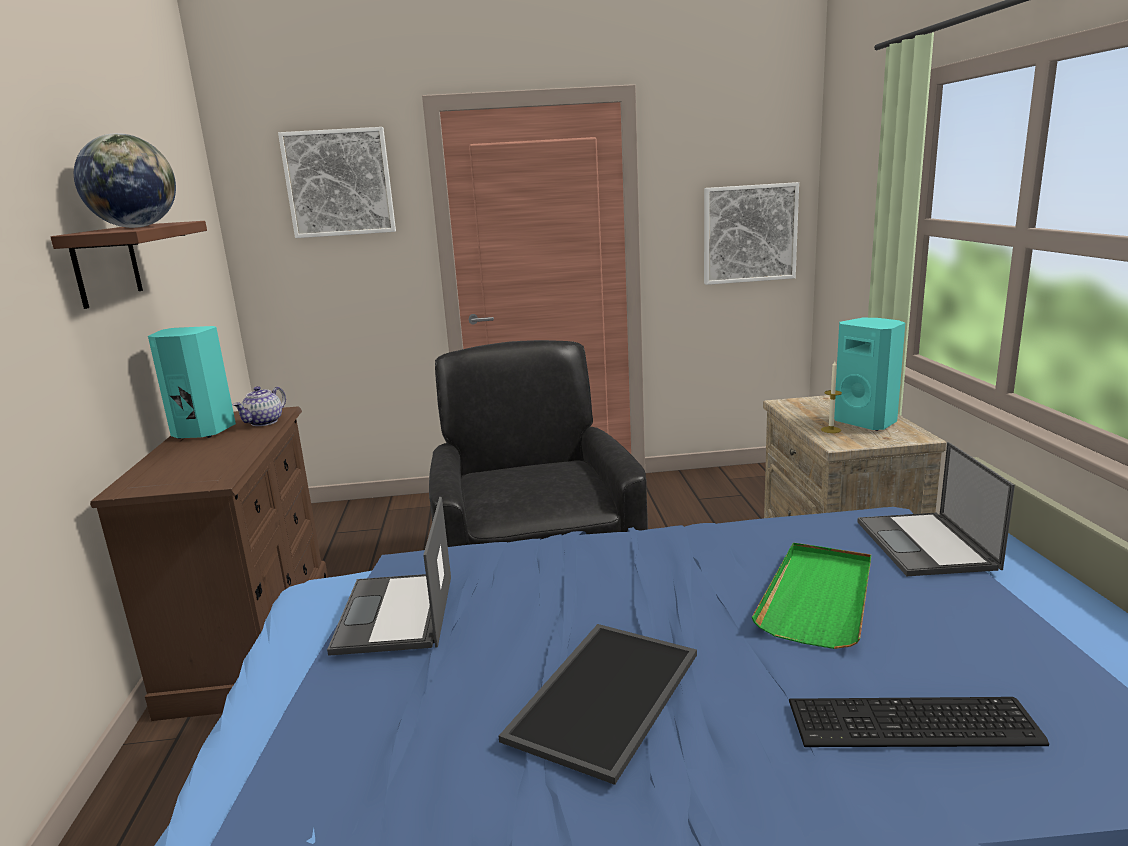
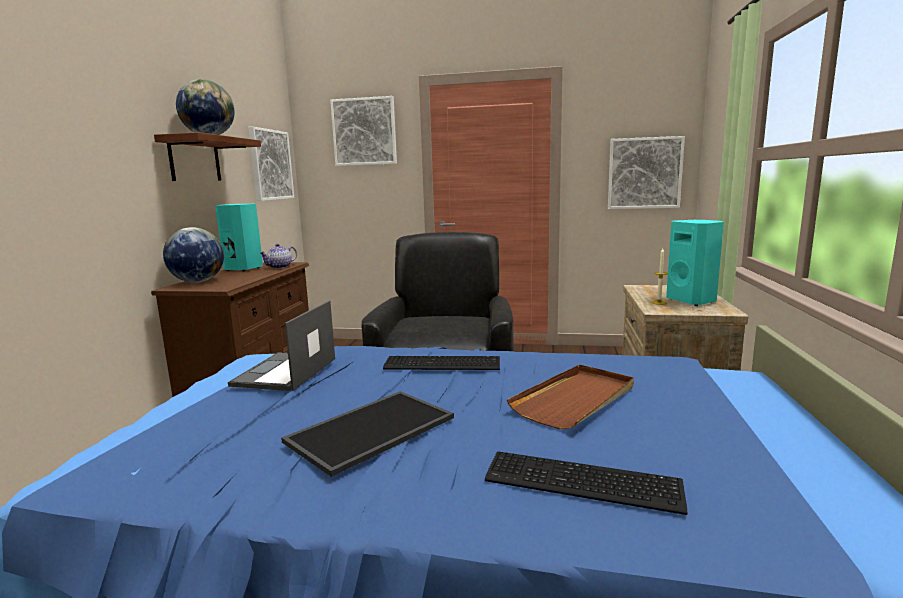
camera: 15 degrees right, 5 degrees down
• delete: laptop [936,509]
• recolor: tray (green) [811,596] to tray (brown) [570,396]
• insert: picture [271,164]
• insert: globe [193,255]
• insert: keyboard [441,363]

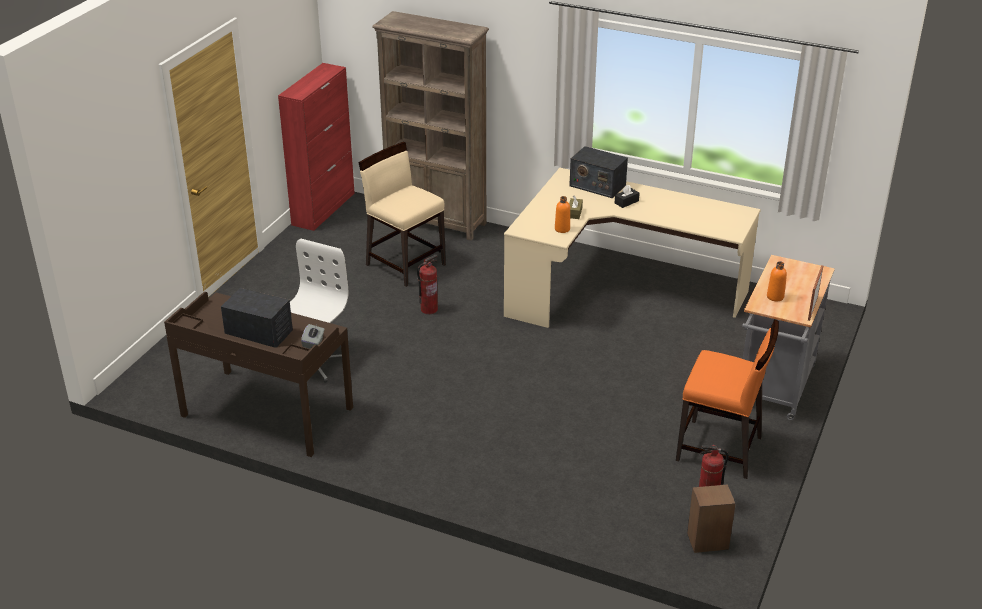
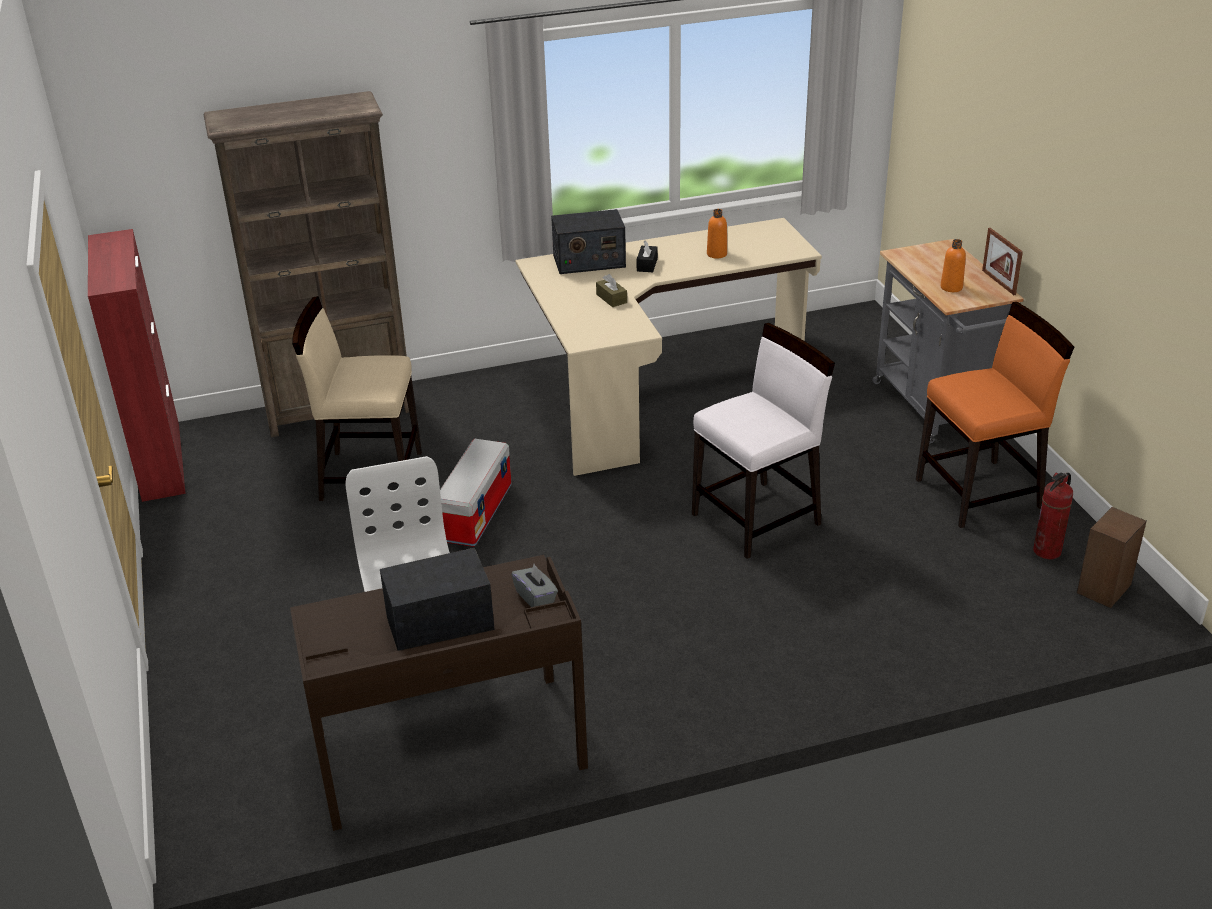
camera: 40 degrees left, 0 degrees up
• move: bottle (orange) [562,214] to [717,234]
• replace: fire extinguisher [427,284] to storage box [476,493]
• insert: chair (white) [763,441]

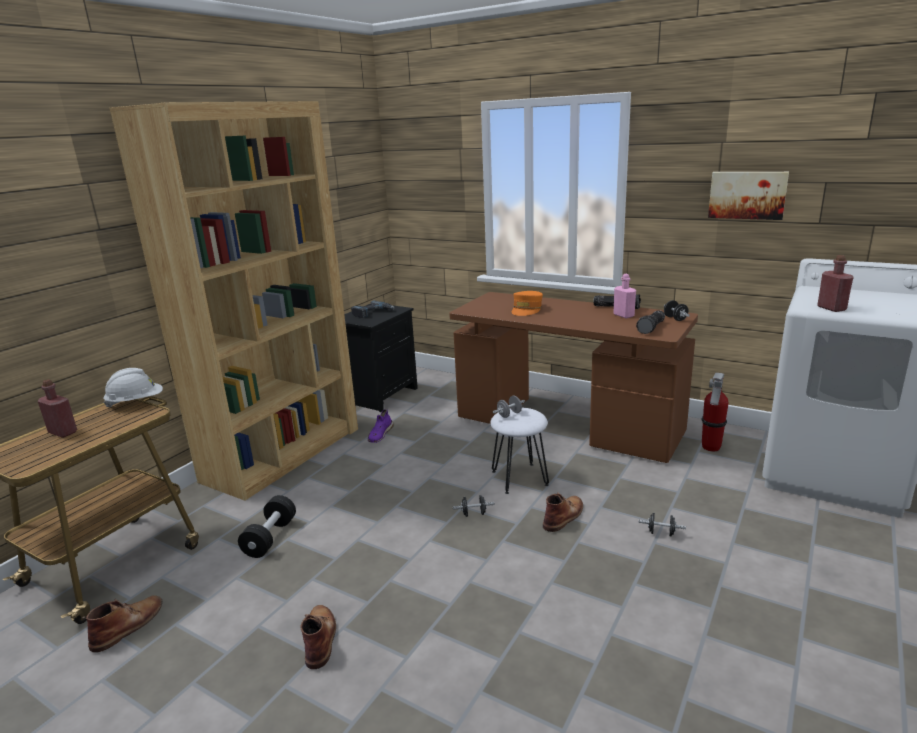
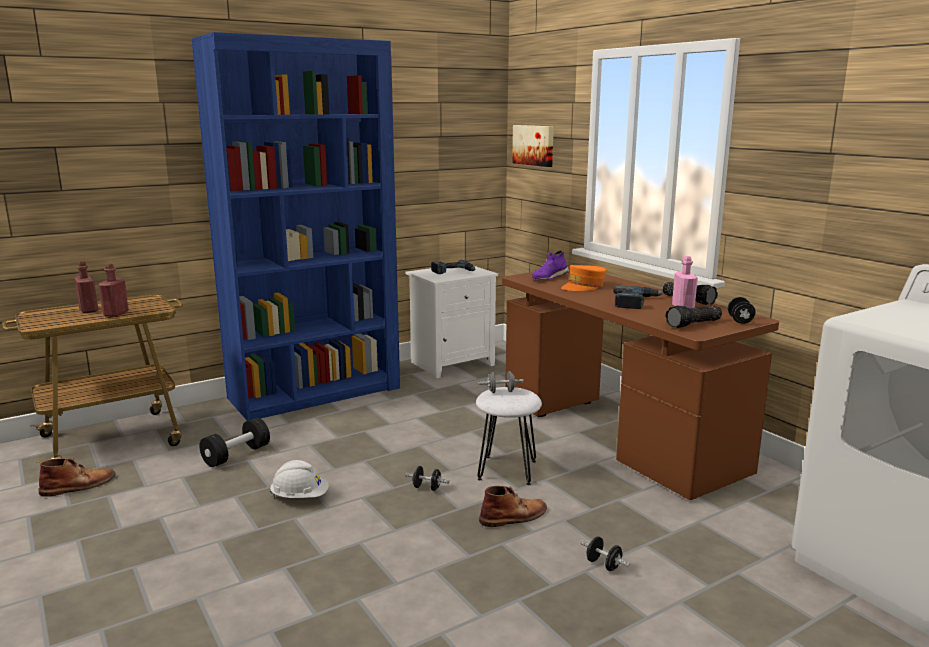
camera: 25 degrees right, 5 degrees down
• recolor: bookcase (brown) [233,301] to bookcase (blue) [295,226]
• move: picture [748,196] to [533,146]
• move: bottle (red) [835,283] to [113,290]
• recolor: nightstand (black) [381,358] to nightstand (white) [451,322]
• move: hard hat (white) [133,388] to [299,479]
• delete: fire extinguisher [715,412]
• move: shoe (purple) [381,426] to [550,265]
• delete: boot (brown) [318,637]
• insert: power drill [638,297]

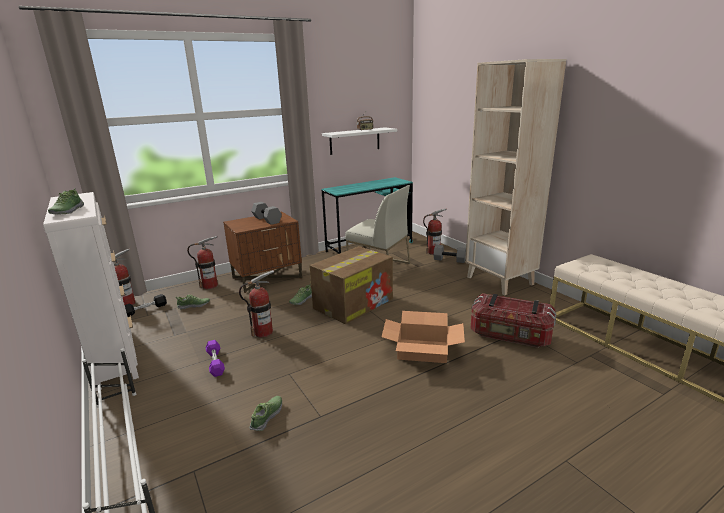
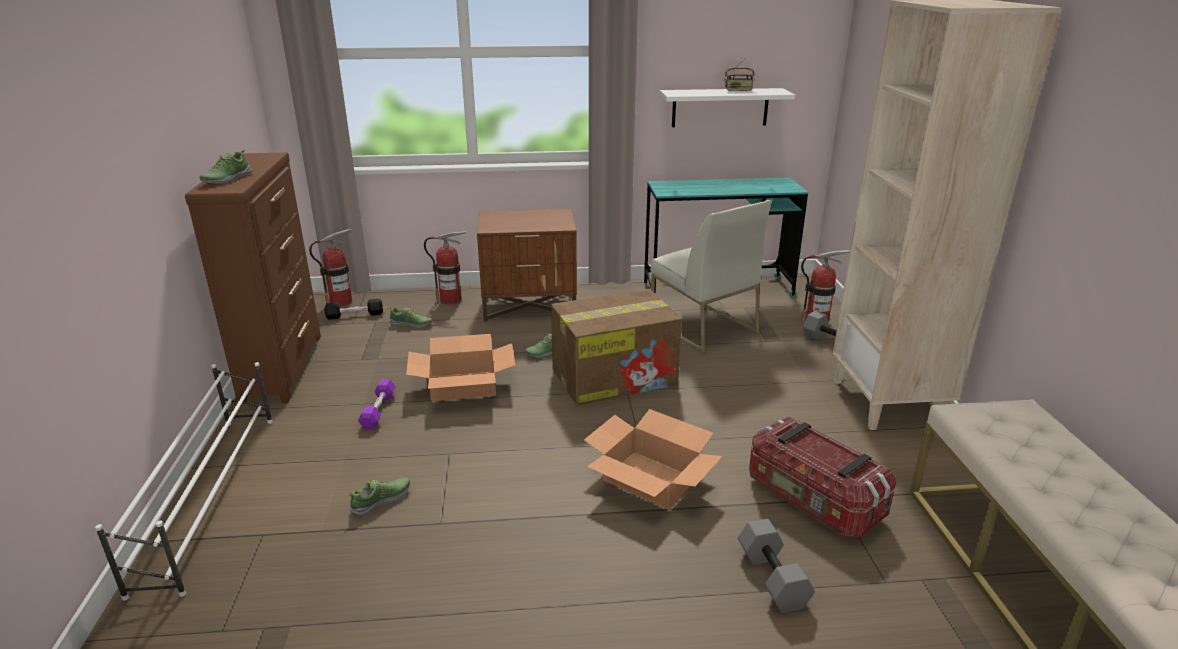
camera: 25 degrees right, 5 degrees up
• recolor: dresser (white) [91,291] to dresser (brown) [253,279]
• move: dumbbell (grey) [266,213] to [776,566]
• replace: fire extinguisher [256,303] to cardboard box [460,367]

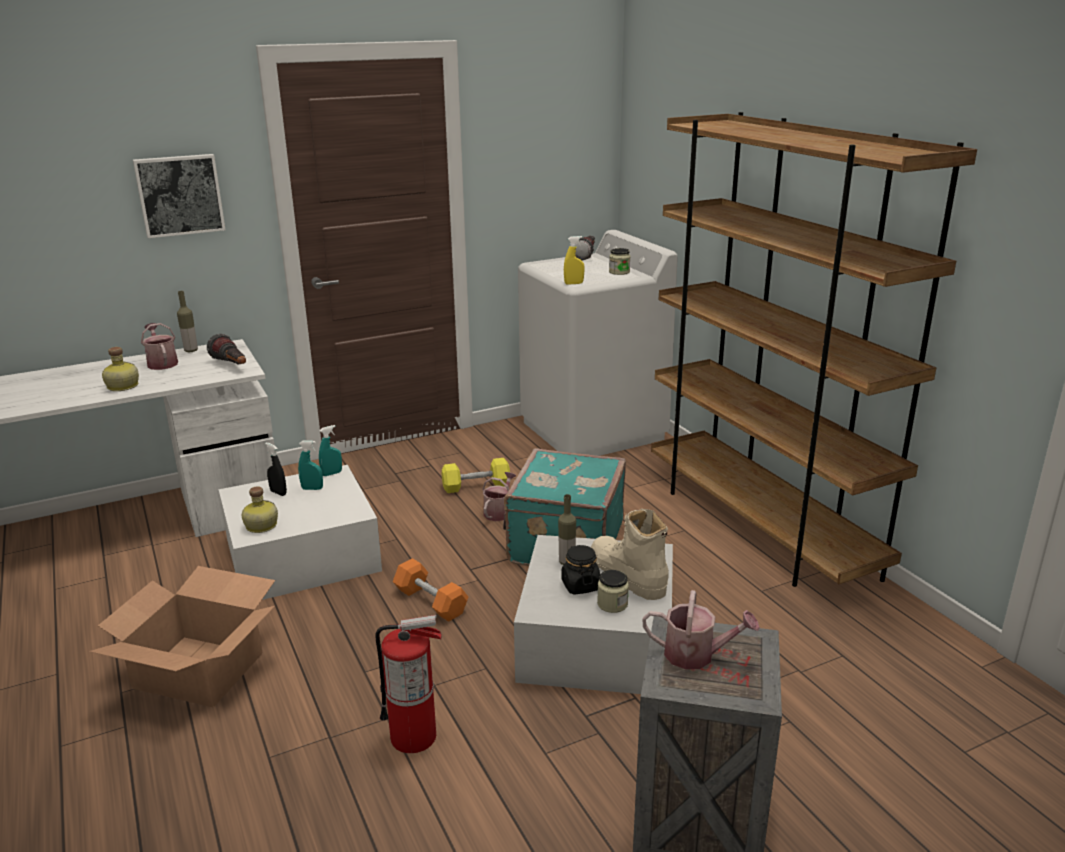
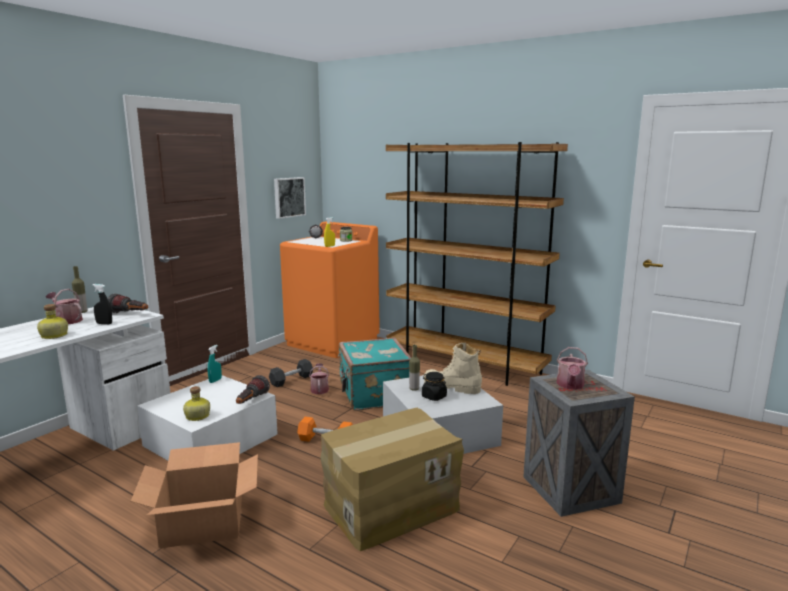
camera: 30 degrees left, 10 degrees down
• move: picture [179,196] to [290,198]
• recolor: washing machine (white) [598,343] to washing machine (orange) [330,289]
• delete: spray bottle (turquoise) [310,465]
• move: spray bottle (black) [276,469] to [102,304]
• recolor: dumbbell (yellow) [476,475] to dumbbell (black) [291,373]
• delete: jar [613,591]
• rotate: watering can [701,630] = [572,368] 120 degrees clockwise
• replace: fire extinguisher [408,684] to cardboard box [392,479]
• insert: flashlight [253,389]

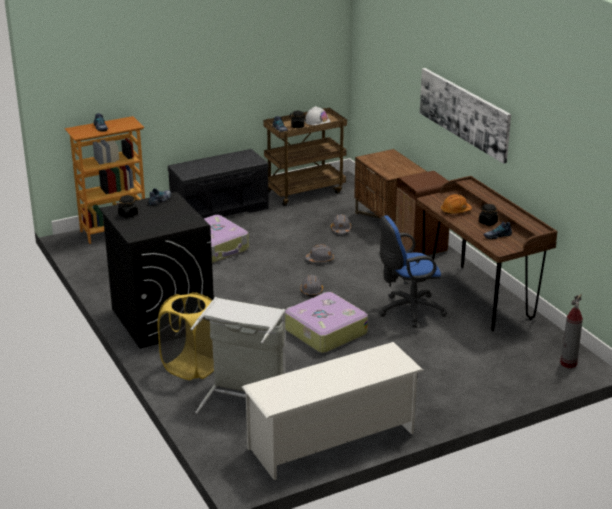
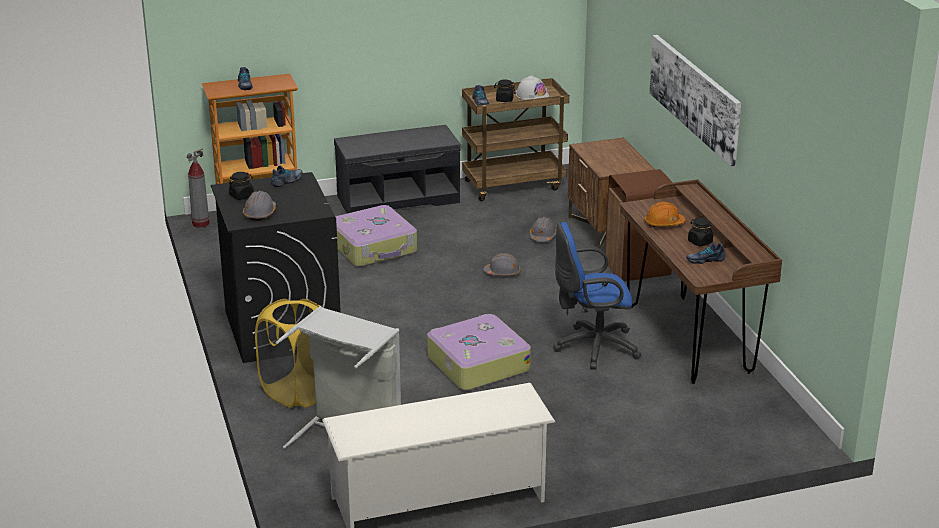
camera: 10 degrees right, 0 degrees up
• move: hard hat (grey) [311,286] to [259,206]
• move: fire extinguisher [571,331] to [198,188]

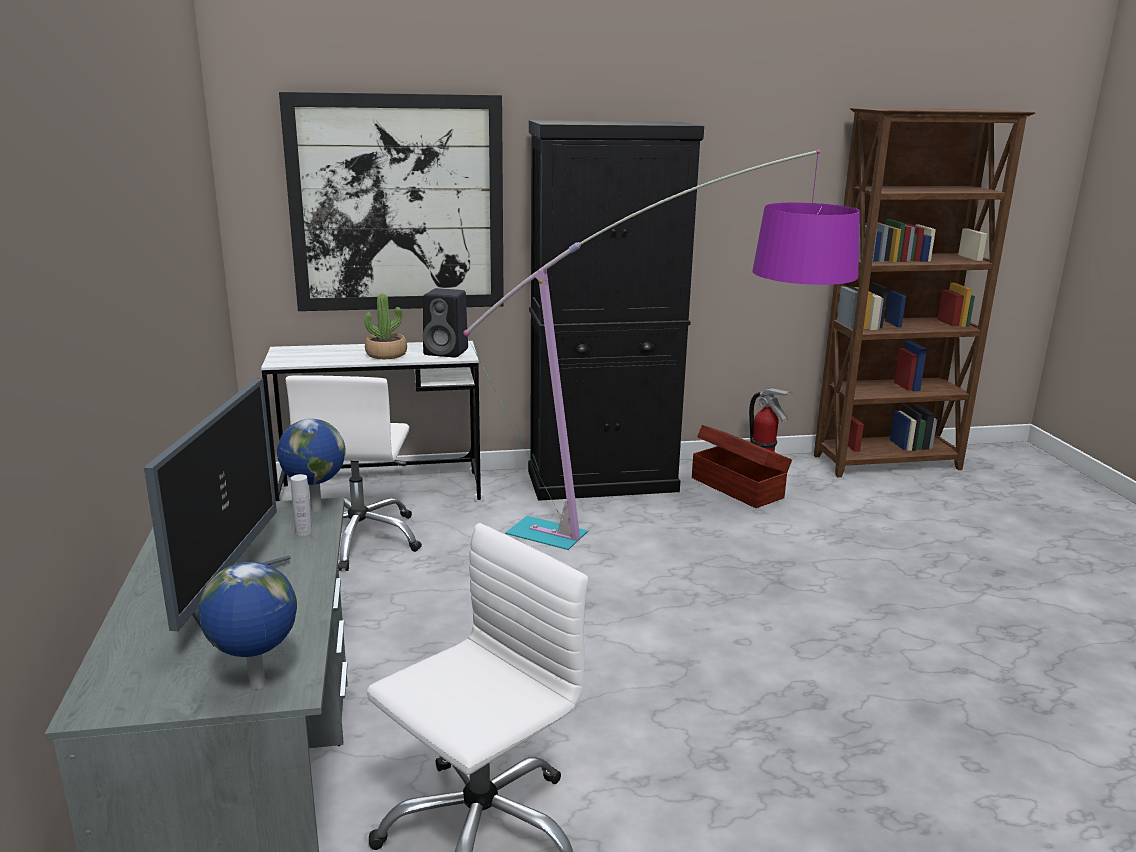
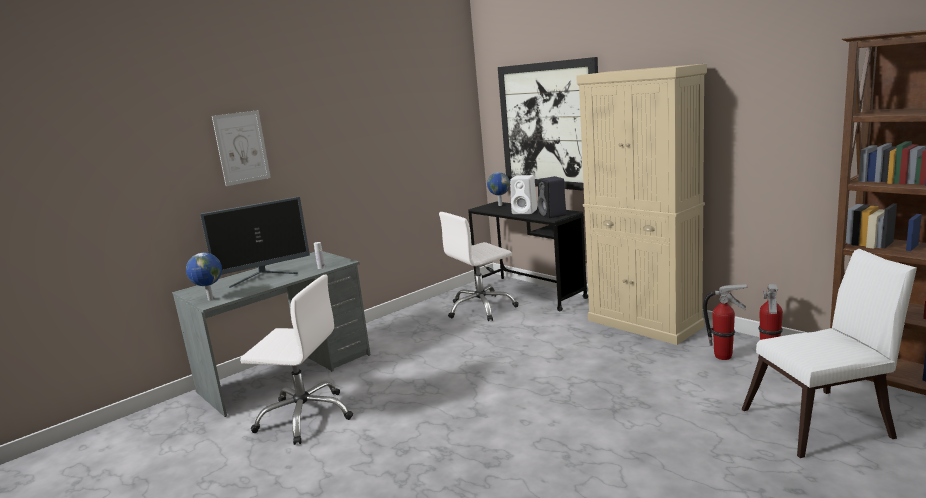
camera: 60 degrees right, 5 degrees down
• recolor: cabinet (black) [616,310] to cabinet (beige) [641,204]
• delete: floor lamp [661,350]
• replace: potted plant [385,326] to speaker (white) [523,194]
• recolor: desk (white) [372,421] to desk (black) [528,256]
• move: globe [311,465] to [498,189]
• replace: storage box (brown) [742,466] to fire extinguisher [725,322]
• insert: picture [241,148]
• insert: chair (white) [829,353]

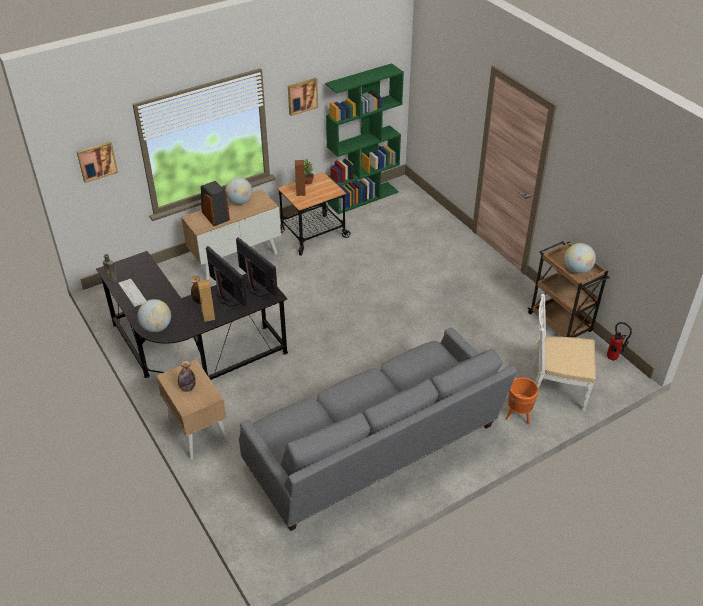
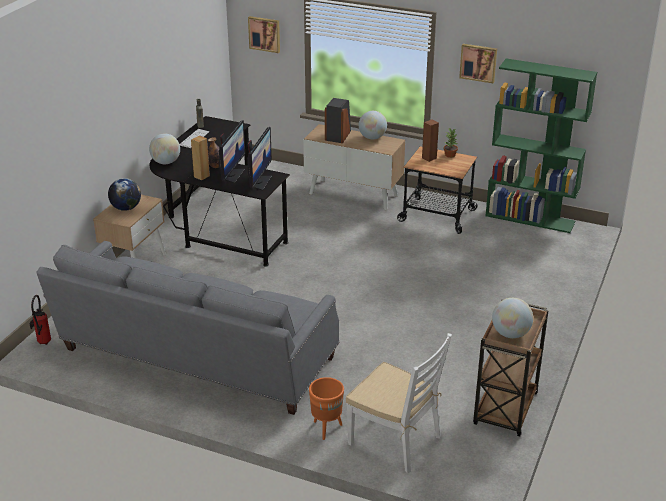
camera: 55 degrees right, 10 degrees down
• rotate: chair (white) [562,352] = [399,403] 150 degrees clockwise
• move: fire extinguisher [619,341] to [40,320]
• replace: bottle [187,376] to globe [124,194]

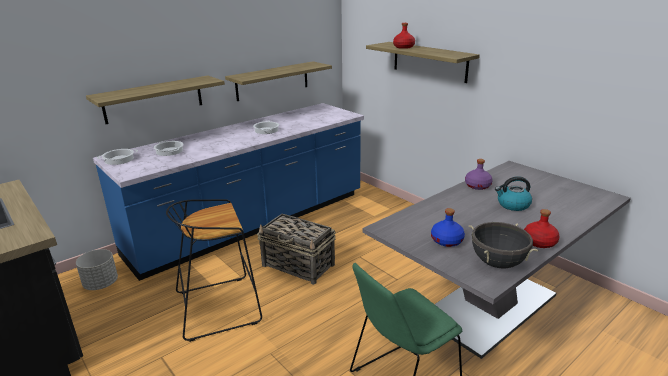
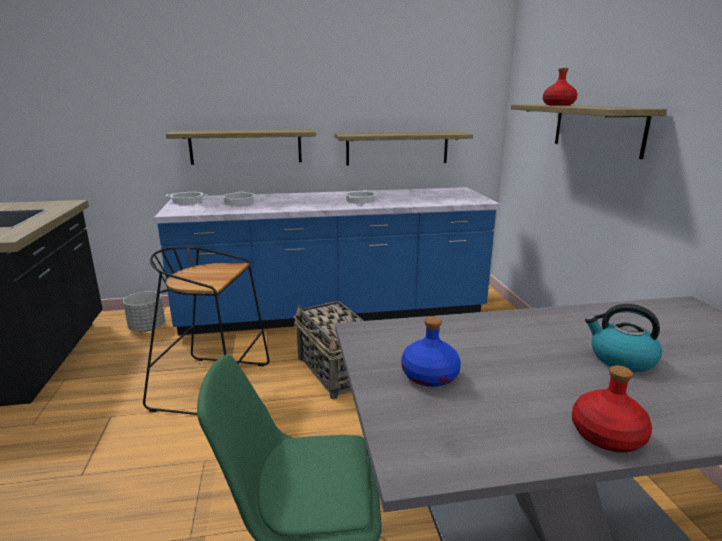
camera: 30 degrees right, 5 degrees down
• delete: bottle (purple) [479,174]
• delete: cooking pot (black) [503,245]

